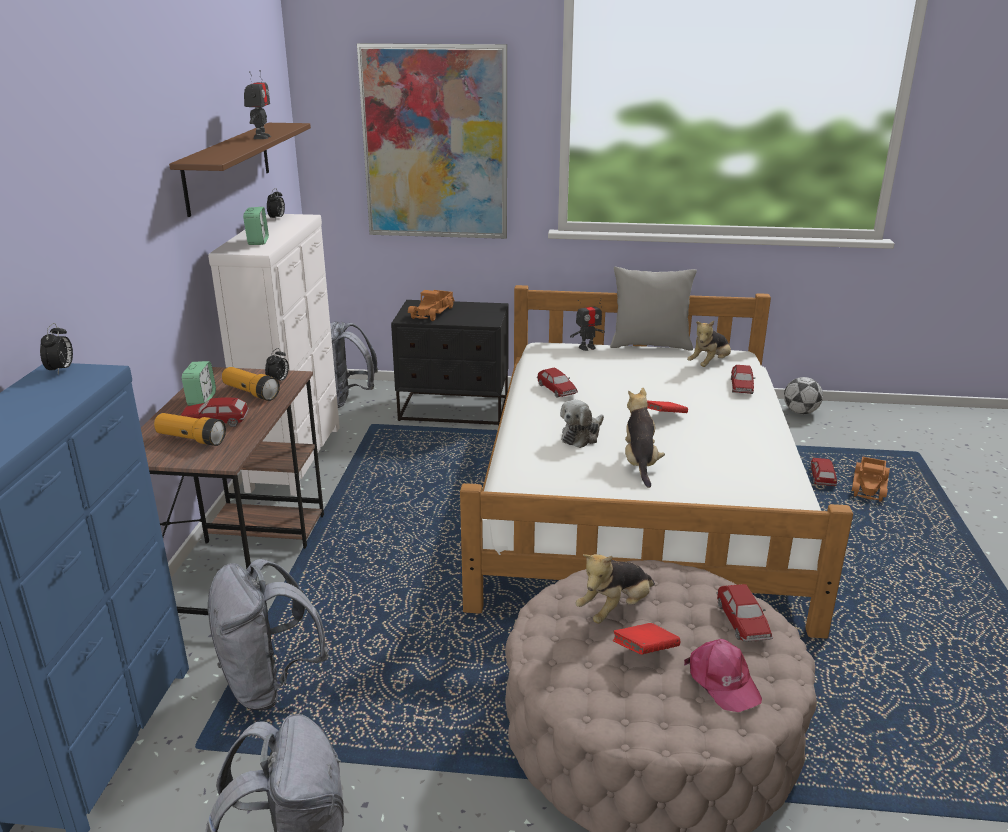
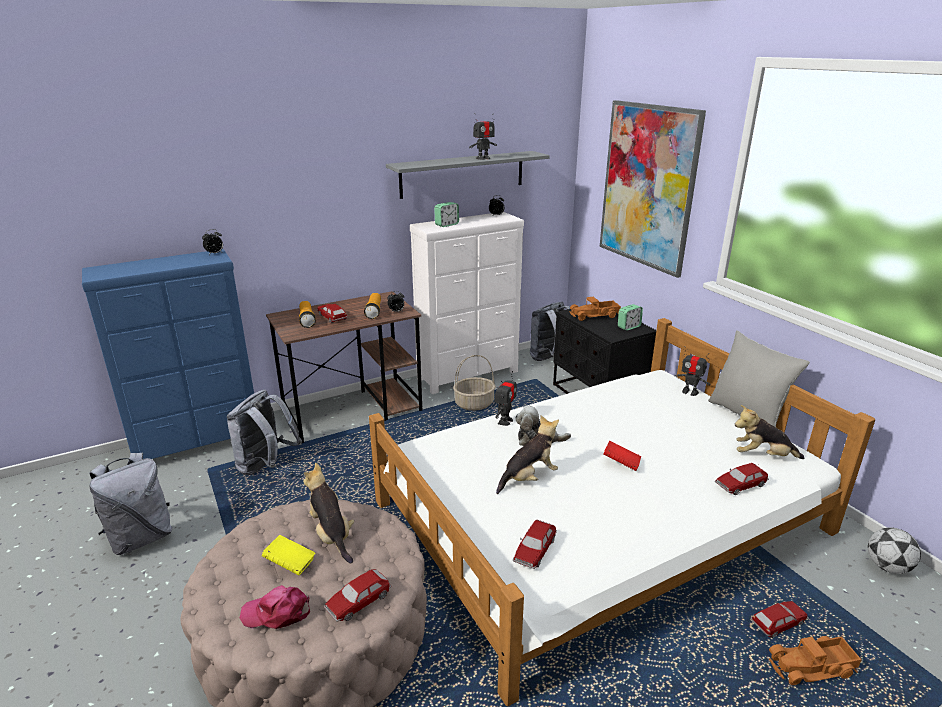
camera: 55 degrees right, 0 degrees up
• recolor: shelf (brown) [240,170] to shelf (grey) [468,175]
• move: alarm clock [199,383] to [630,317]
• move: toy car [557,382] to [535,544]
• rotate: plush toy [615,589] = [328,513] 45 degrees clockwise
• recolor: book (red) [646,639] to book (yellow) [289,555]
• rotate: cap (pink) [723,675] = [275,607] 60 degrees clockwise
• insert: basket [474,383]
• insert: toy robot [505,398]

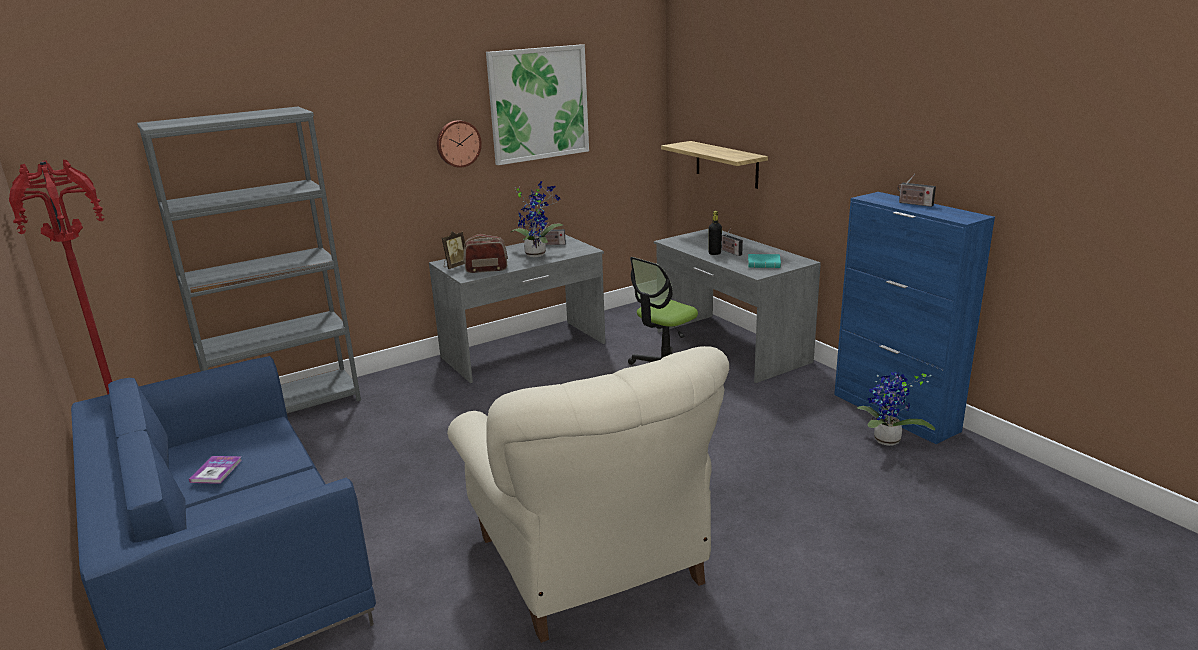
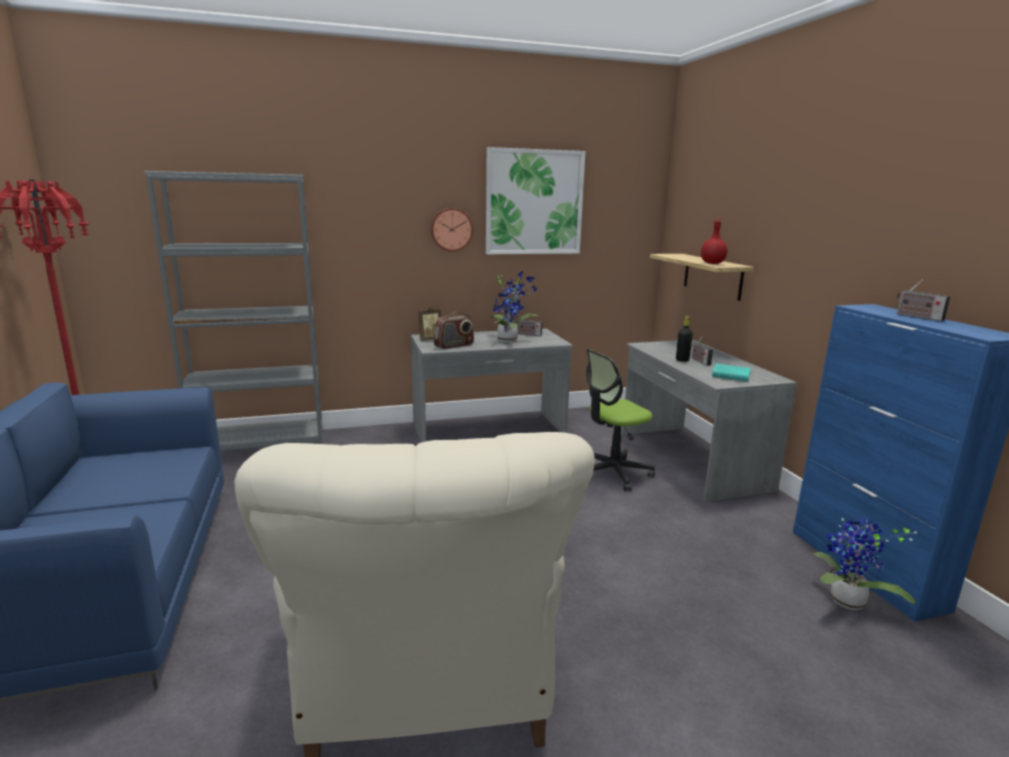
camera: 15 degrees right, 5 degrees down
• rotate: radio [486,253] = [454,330] 135 degrees clockwise
• delete: book [215,470]
• insert: bottle (red) [714,241]

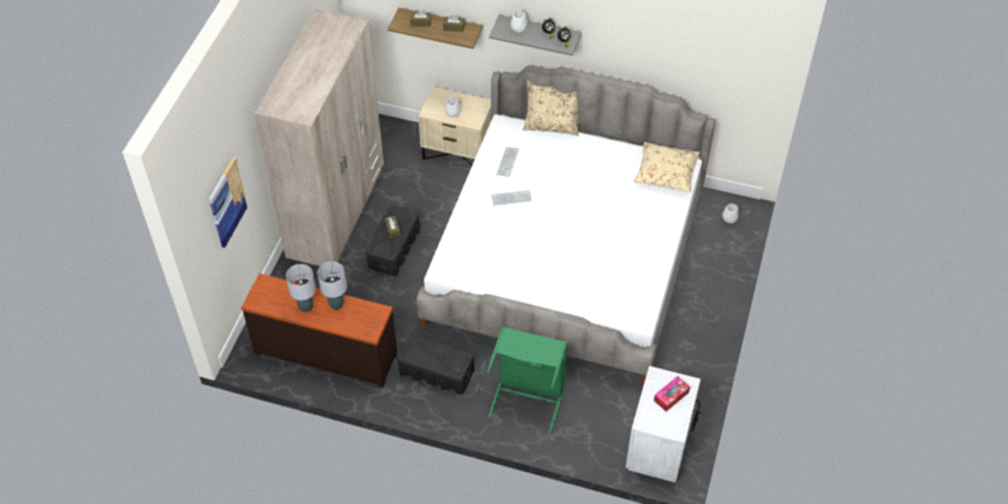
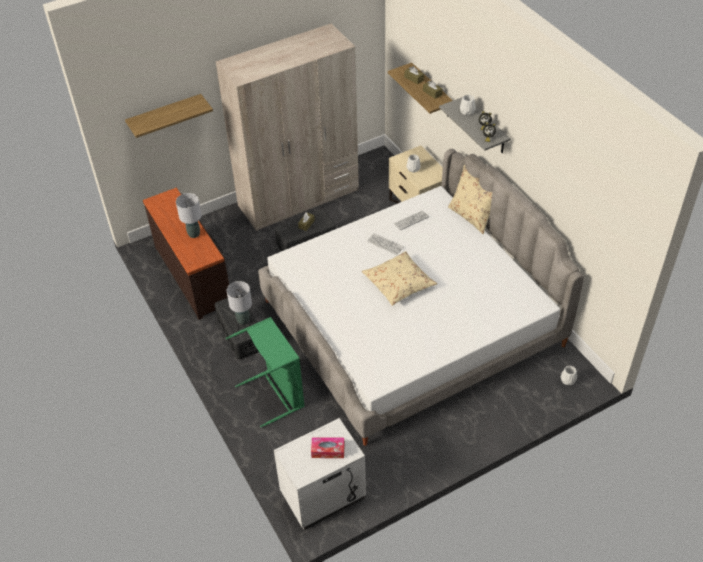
camera: 45 degrees right, 5 degrees down
• move: pillow (beige) [666,167] to [399,278]
• replace: picture [228,202] to shelf [169,116]
• move: table lamp (grey) [301,288] to [239,303]

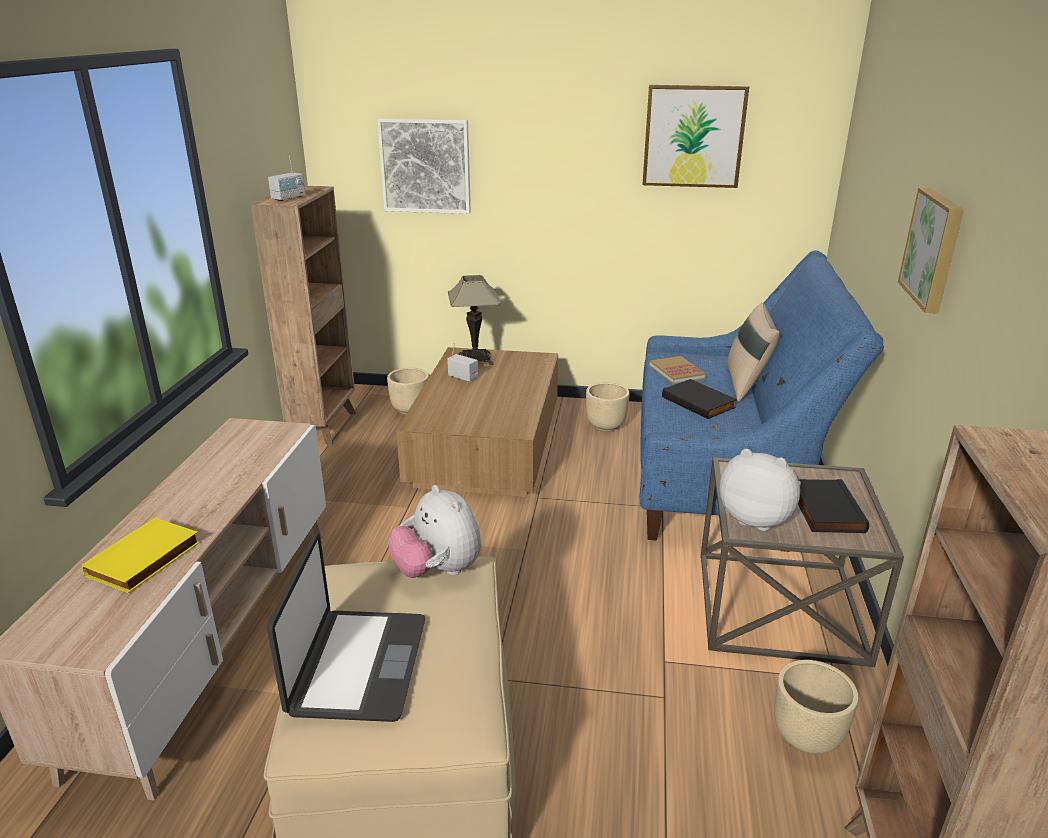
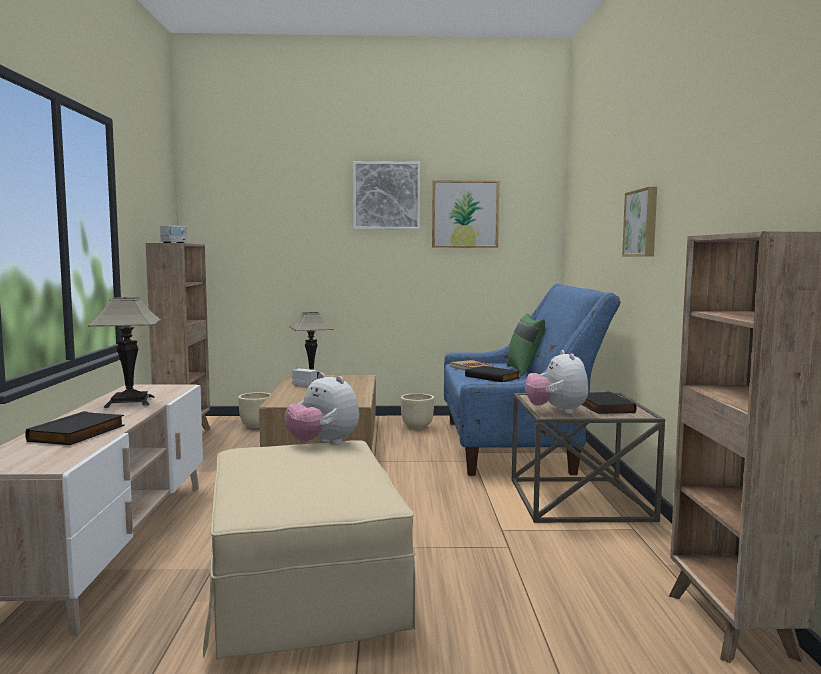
camera: 10 degrees left, 20 degrees down
• move: picture [424,166] to [386,195]
• recolor: pillow (beige) [753,352] to pillow (green) [526,345]
• rotate: plush toy [760,490] = [556,382] 120 degrees counterclockwise
• recolor: book (yellow) [141,555] to book (black) [75,428]
• delete: laptop [346,627]
• delete: planter (beige) [816,707]
• insert: table lamp [124,352]

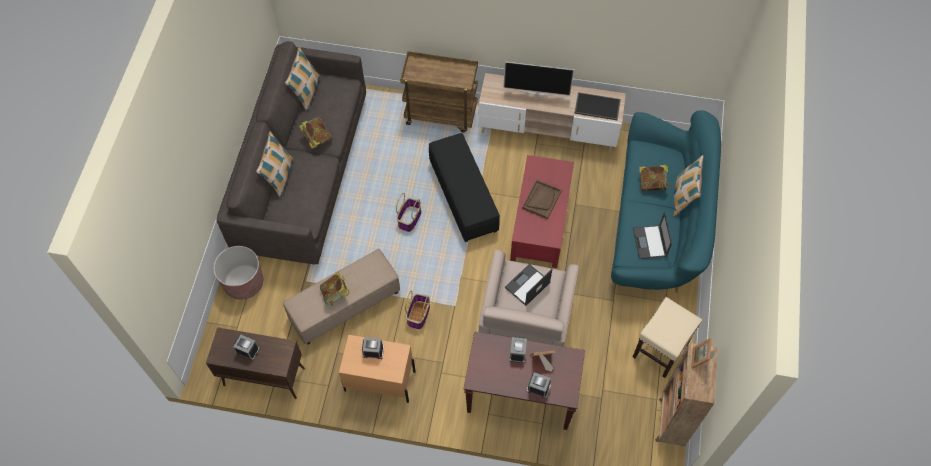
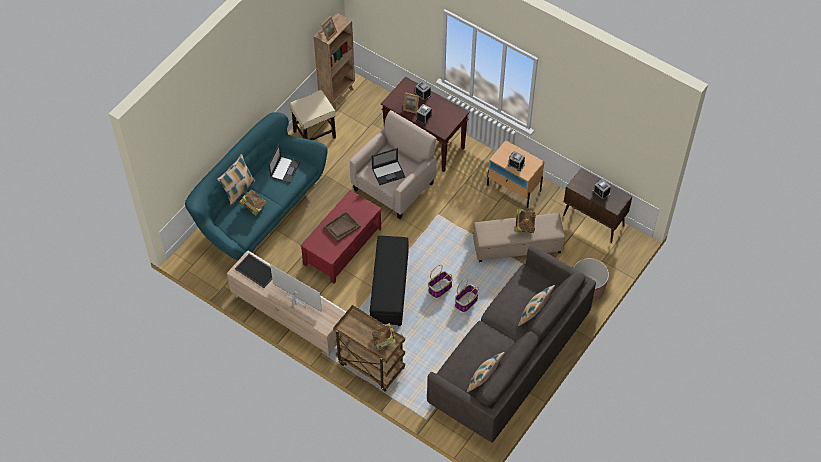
camera: 155 degrees left, 5 degrees down
• move: book [315,133] to [384,336]
• move: basket [417,310] to [467,295]

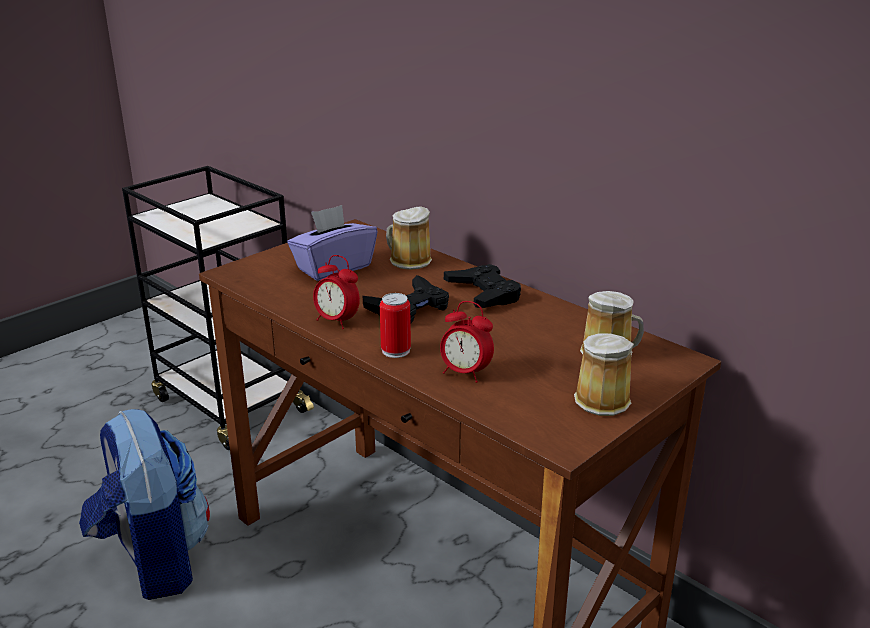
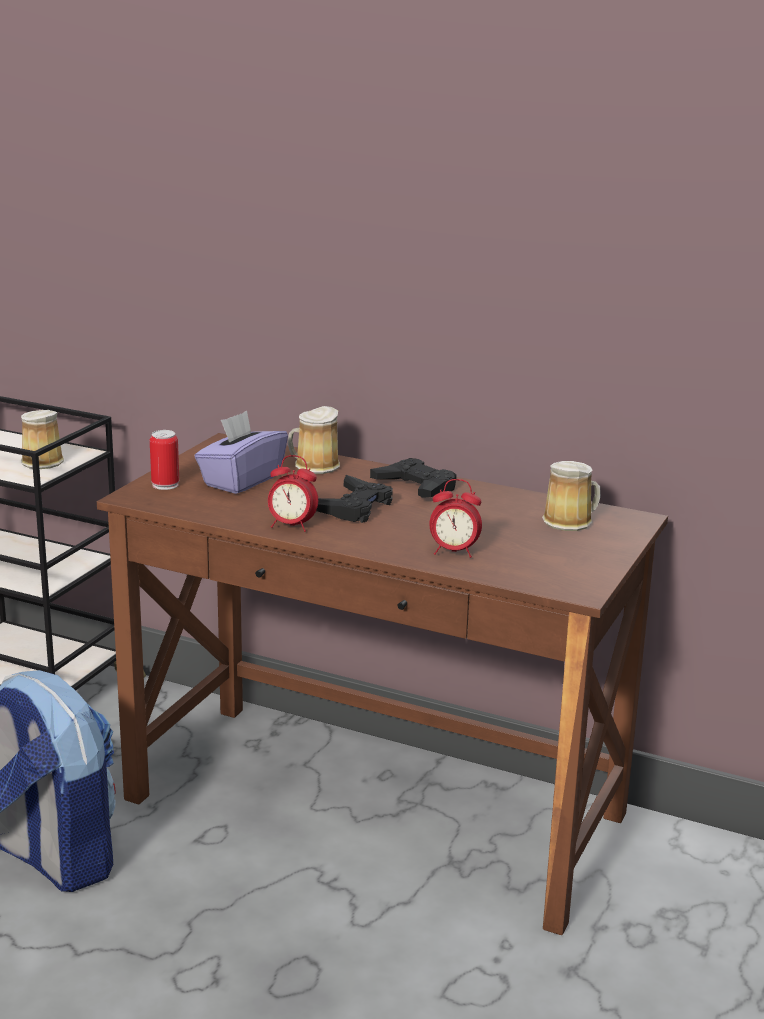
camera: 20 degrees left, 5 degrees down
• move: can [395,325] to [164,460]
• move: mug [604,374] to [42,439]

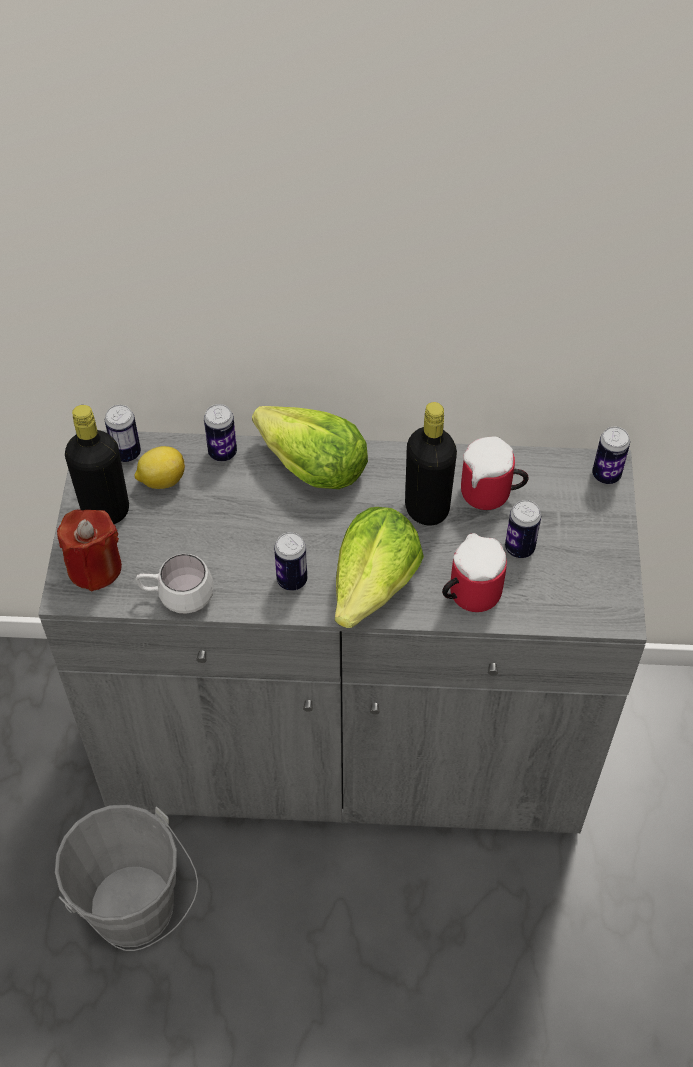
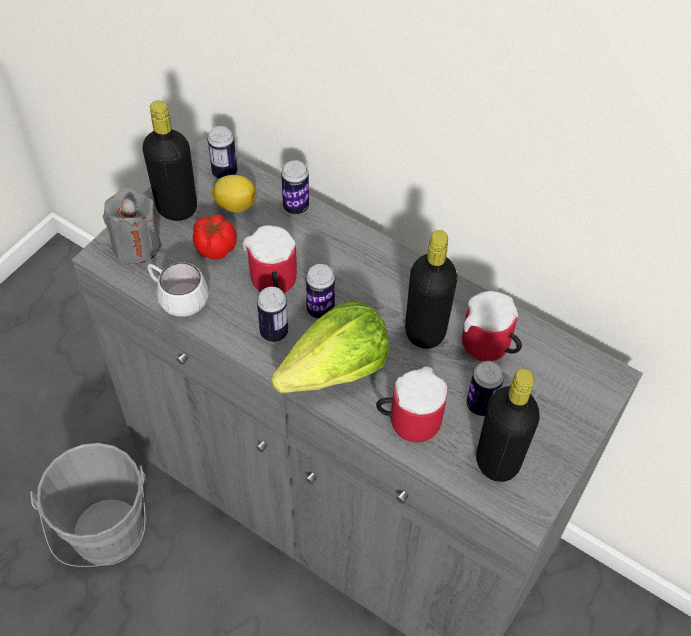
camera: 30 degrees right, 0 degrees up
• delete: lettuce [310,447]
• move: can [611,455] to [320,291]
• recolor: candle (red) [89,550] to candle (grey) [132,226]
• insert: tomato [215,237]
• insert: mug [269,259]
• insert: bottle (black) [508,425]

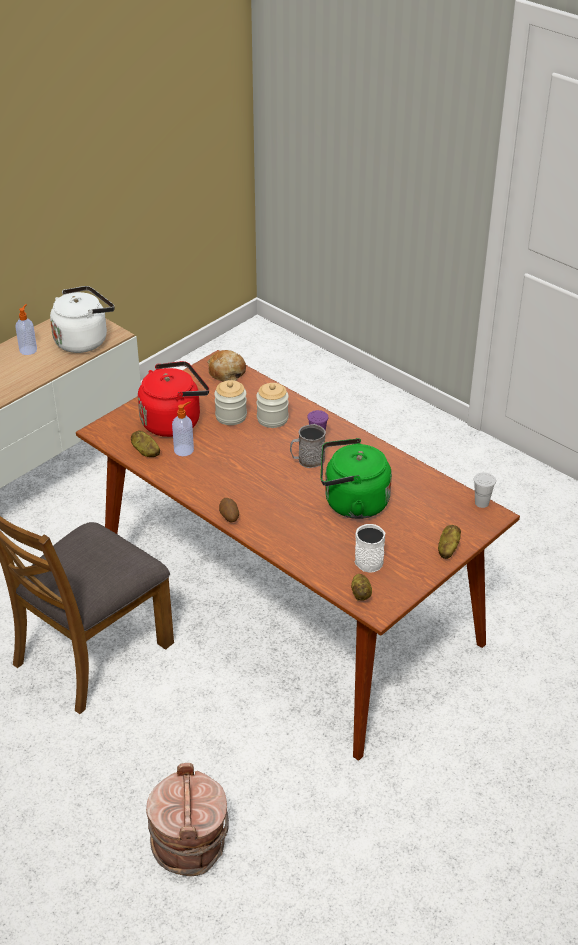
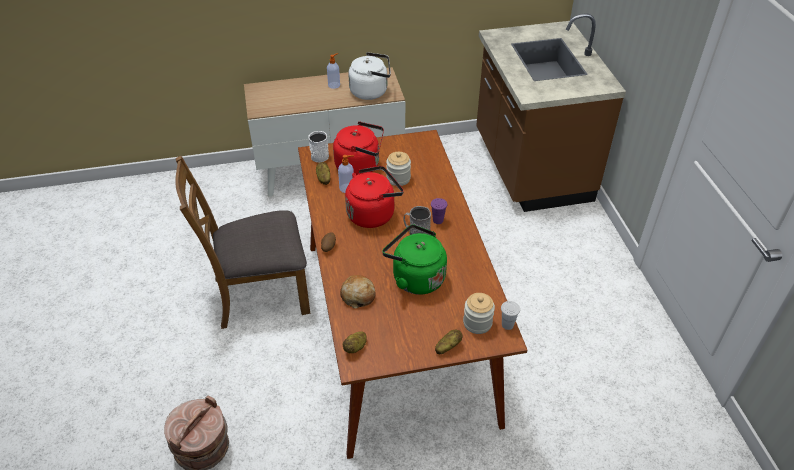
camera: 35 degrees right, 5 degrees up
• move: bread [226,366] to [357,291]
• move: jar [272,405] to [479,313]
• move: mug (white) [370,548] to [318,147]
• insert: counter (brown) [551,112]
• insert: kettle (red) [374,197]

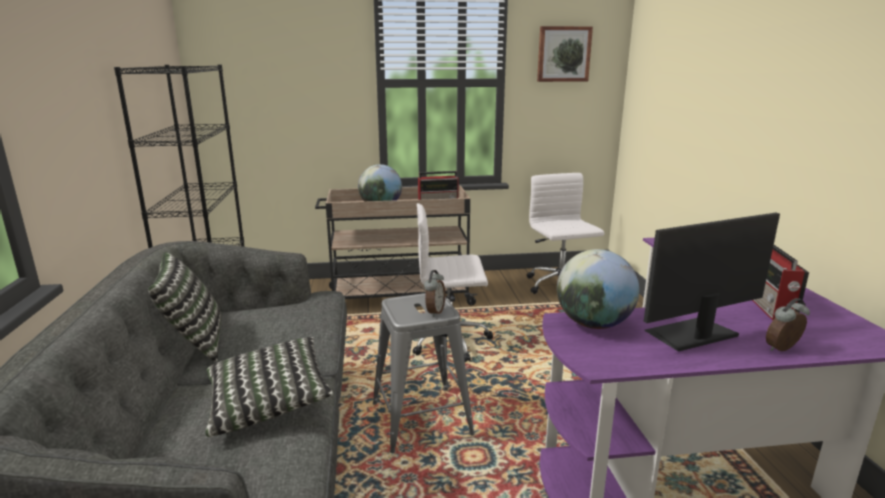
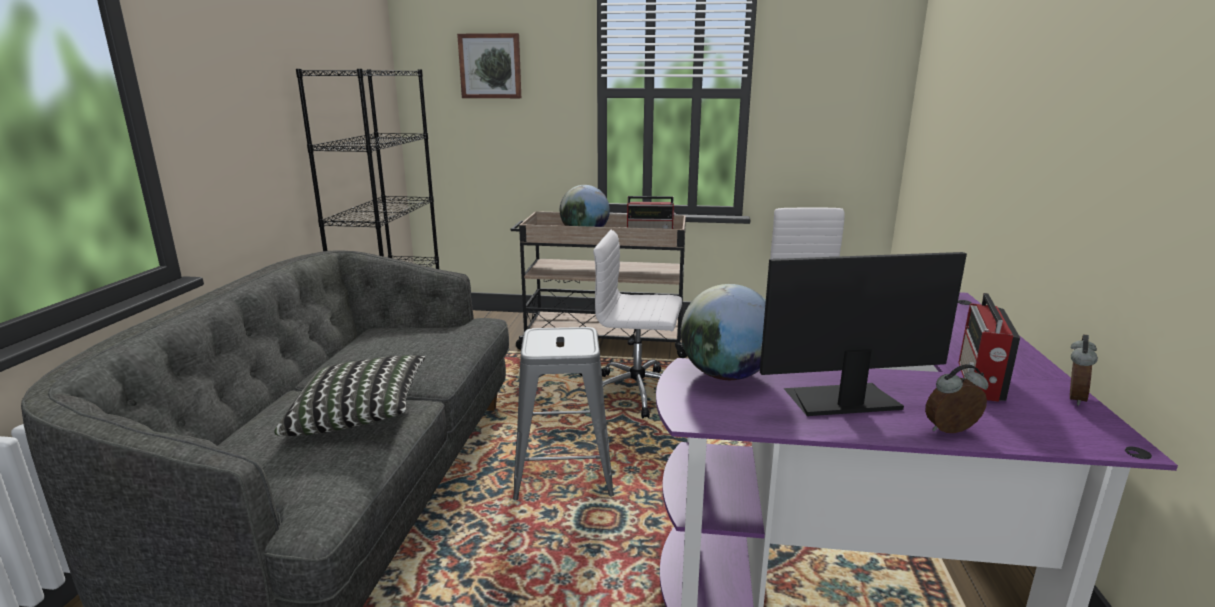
camera: 15 degrees right, 0 degrees up
• move: picture [565,54] to [489,65]
• delete: pillow [185,307]
• move: alarm clock [434,293] to [1084,370]

